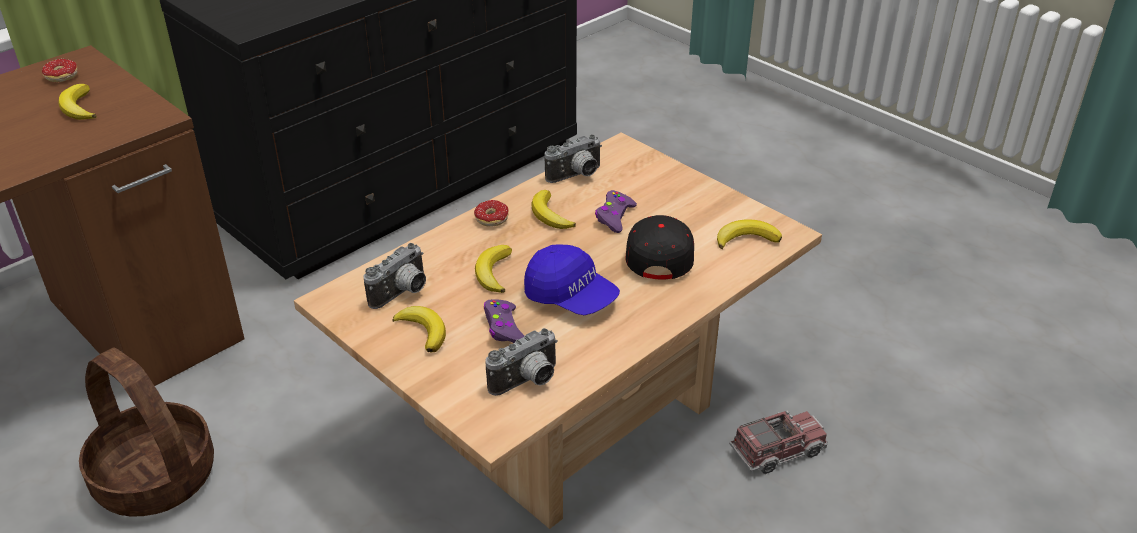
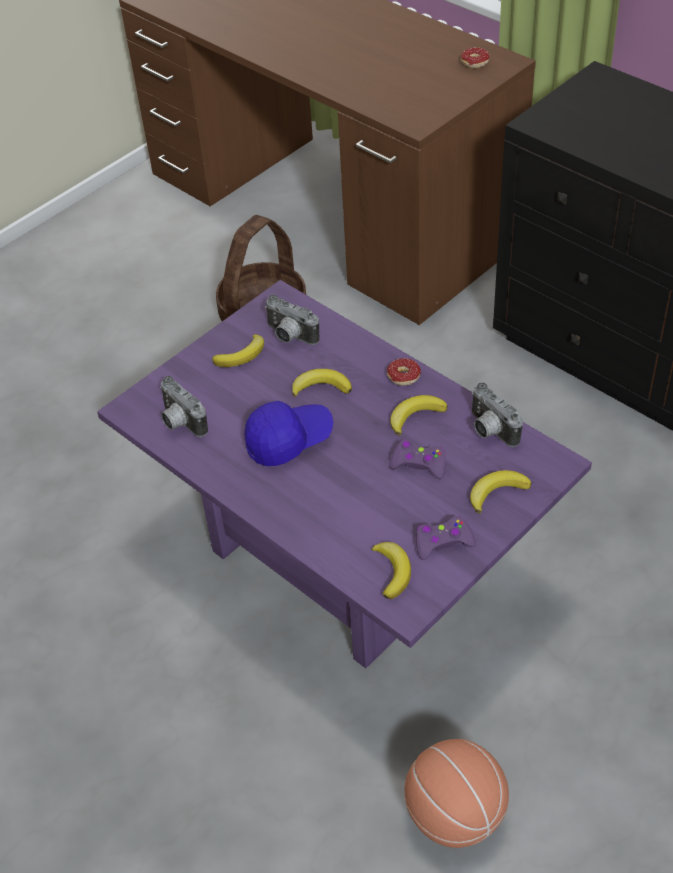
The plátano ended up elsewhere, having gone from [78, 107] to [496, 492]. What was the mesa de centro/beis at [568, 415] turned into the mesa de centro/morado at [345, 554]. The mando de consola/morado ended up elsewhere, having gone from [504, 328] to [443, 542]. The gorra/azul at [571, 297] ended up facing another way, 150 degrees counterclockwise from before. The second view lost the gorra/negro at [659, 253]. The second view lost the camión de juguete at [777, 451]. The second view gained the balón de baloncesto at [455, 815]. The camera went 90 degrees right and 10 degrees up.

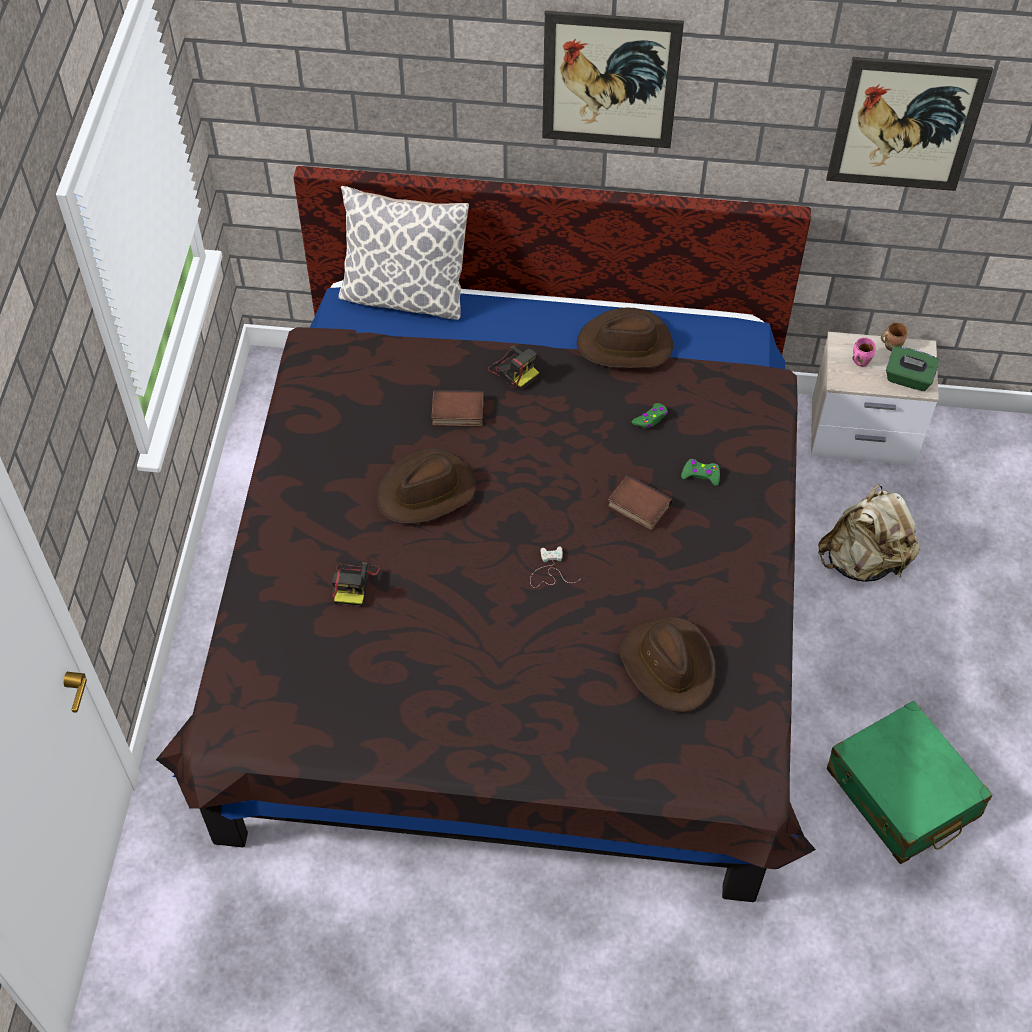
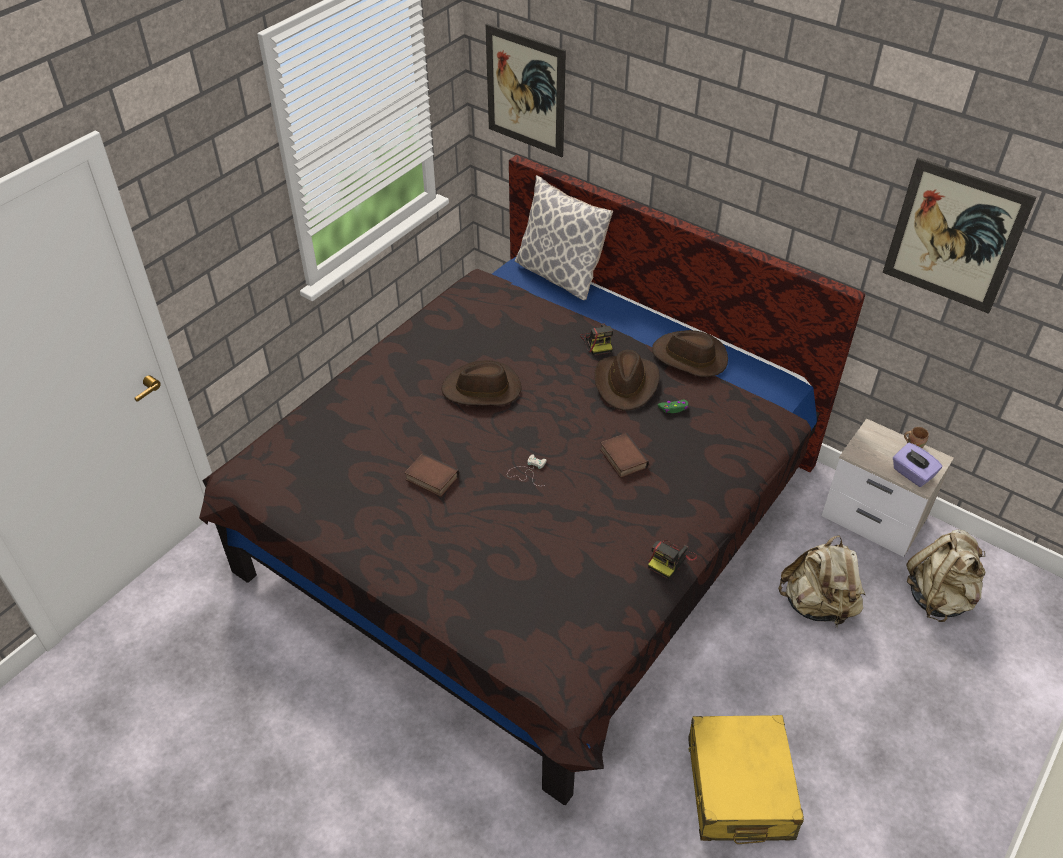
The cámara ended up elsewhere, having gone from [354, 584] to [670, 560]. The libro ended up elsewhere, having gone from [457, 413] to [430, 479]. The cuadro ended up elsewhere, having gone from [610, 80] to [525, 91]. The sombrero/marrón ended up elsewhere, having gone from [668, 665] to [626, 383]. The second view lost the mando de consola/verde at [701, 475]. What was the maleta/verde at [902, 793] turned into the maleta/amarillo at [739, 788]. The second view lost the taza grande/rosa at [859, 360]. What was the caja de pañuelos/verde at [908, 379] turned into the caja de pañuelos/morado at [912, 474]. The second view gained the mochila/beis at [939, 596]. The camera went 30 degrees right and 10 degrees down.

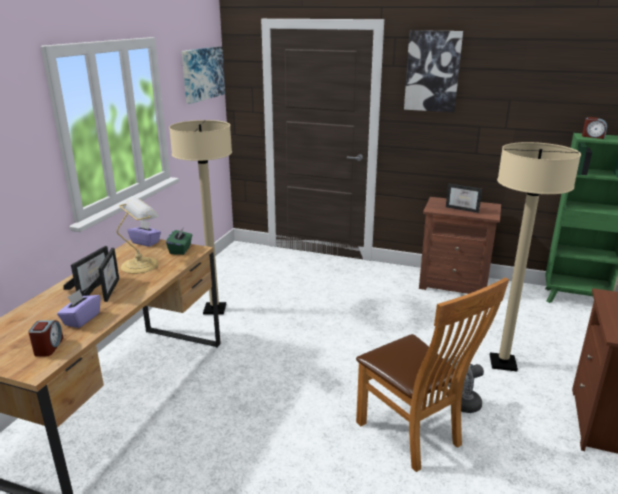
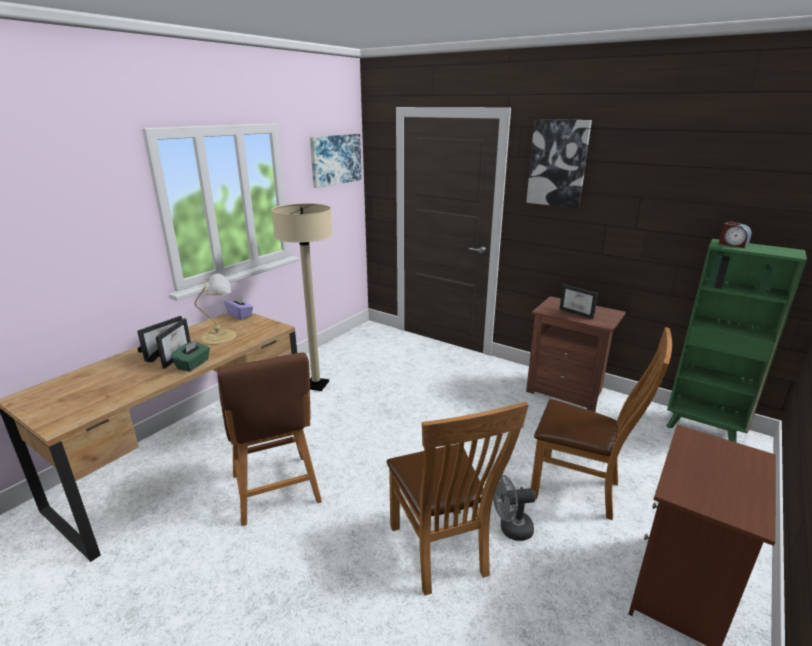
The second view lost the despertador at [48, 347]. The second view lost the caja de pañuelos/morado at [81, 319]. The caja de pañuelos/verde ended up elsewhere, having gone from [180, 250] to [193, 364]. Where the lámpara de pie/beis stood at [503, 363], the silla/marrón came to stand at [581, 489]. The second view gained the taburete/marrón at [276, 492]. The camera went 15 degrees right and 0 degrees up.

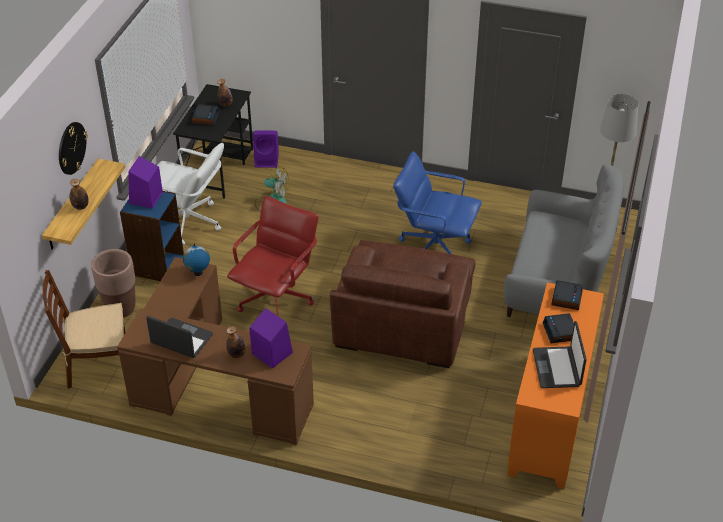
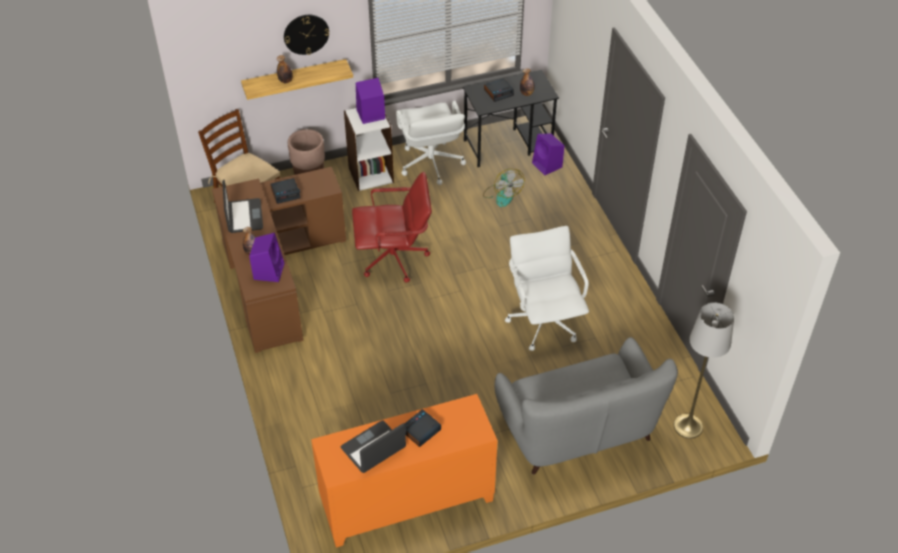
What was the estantería/azul at [157, 265] turned into the estantería/blanco at [371, 174]. The second view lost the globo terráqueo at [198, 273]. The second view lost the sillón/marrón at [403, 321]. What was the silla de oficina/azul at [434, 248] turned into the silla de oficina/blanco at [544, 322]. The despertador ended up elsewhere, having gone from [566, 298] to [286, 193]. The camera went 55 degrees right and 5 degrees up.

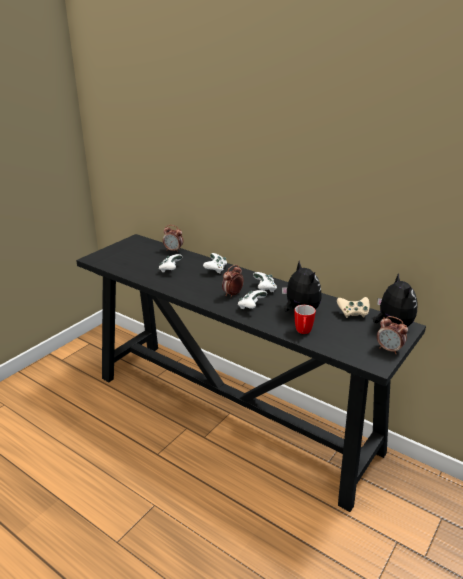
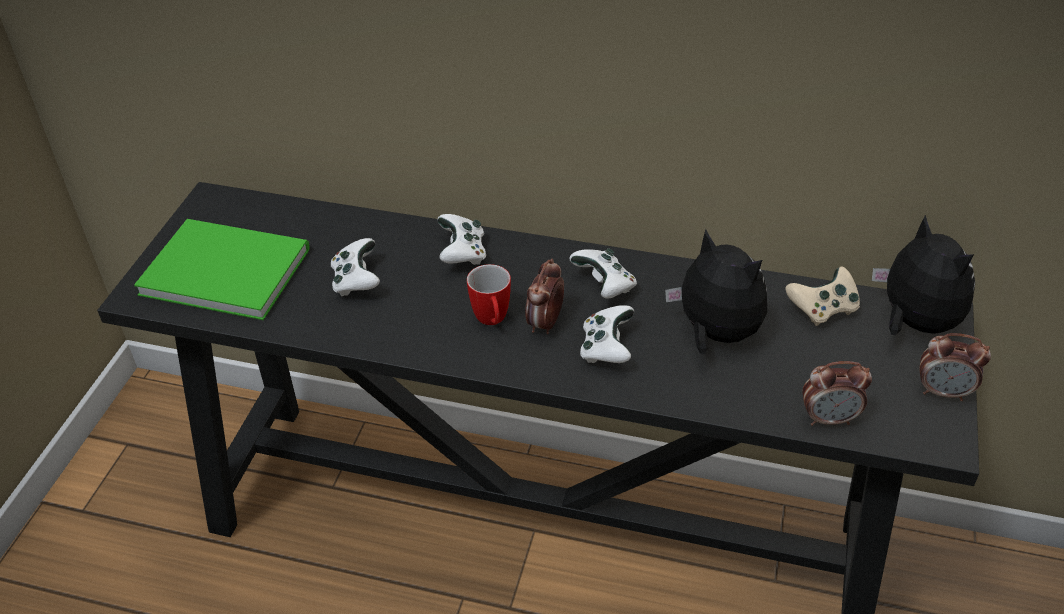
The despertador ended up elsewhere, having gone from [173, 250] to [829, 418]. The taza grande ended up elsewhere, having gone from [303, 332] to [492, 322]. The second view gained the libro/verde at [223, 268]. The camera went 20 degrees left and 15 degrees up.

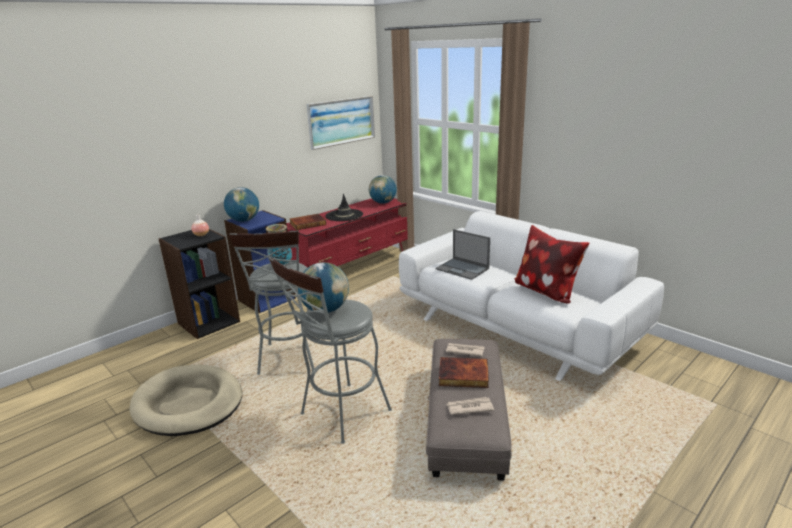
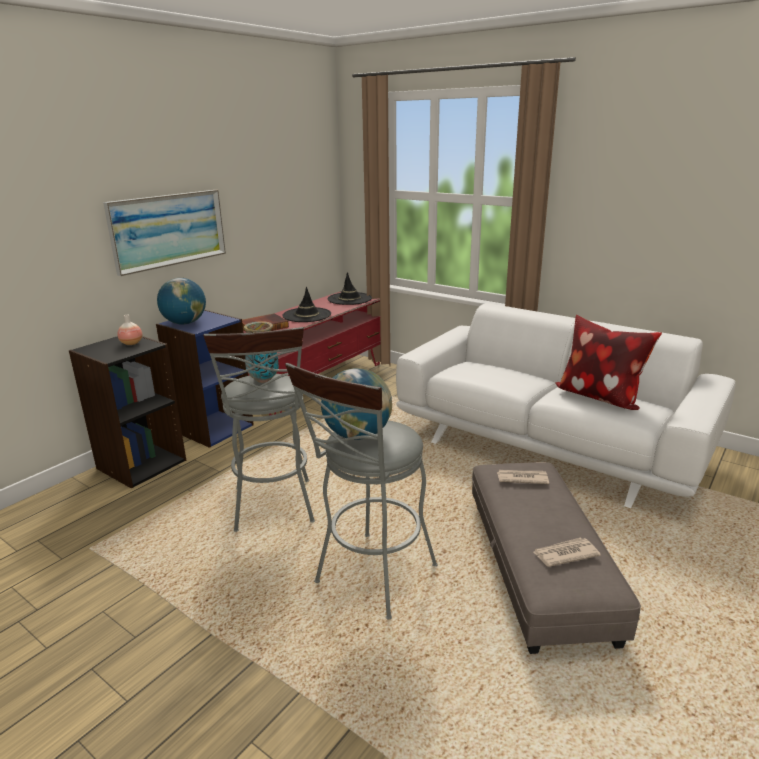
The second view lost the cama para perro/beis at [188, 404]. The cuadro ended up elsewhere, having gone from [341, 121] to [168, 230]. Where the globo terráqueo stood at [383, 203], the sombrero/negro came to stand at [349, 299]. The second view lost the portátil at [463, 269]. The second view lost the libro at [463, 376]. The camera went 10 degrees left and 0 degrees up.

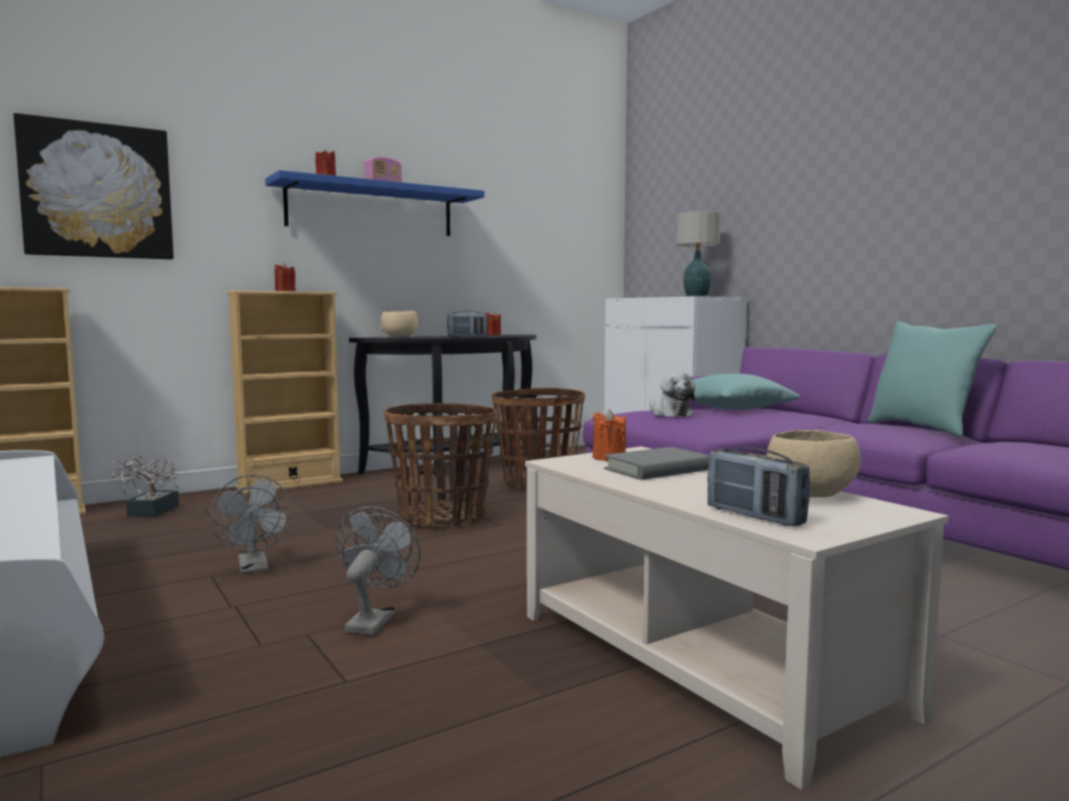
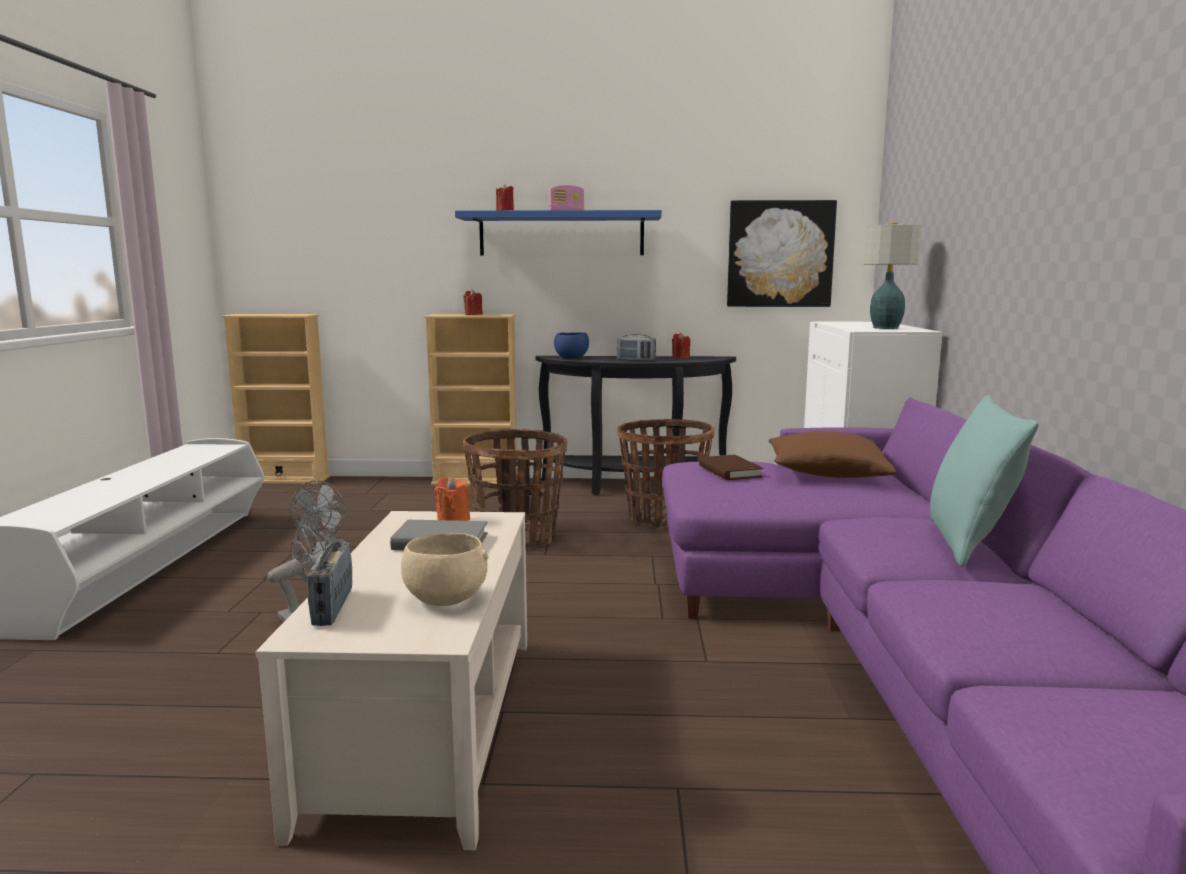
The cuadro ended up elsewhere, having gone from [97, 191] to [780, 254]. The second view lost the planta en maceta at [149, 512]. What was the cuenco/beis at [400, 337] turned into the cuenco/azul at [571, 358]. Where the peluche stood at [670, 413], the libro/marrón came to stand at [729, 471]. What was the cojín/turquesa at [730, 408] turned into the cojín/marrón at [826, 473]. The camera went 35 degrees right and 5 degrees up.

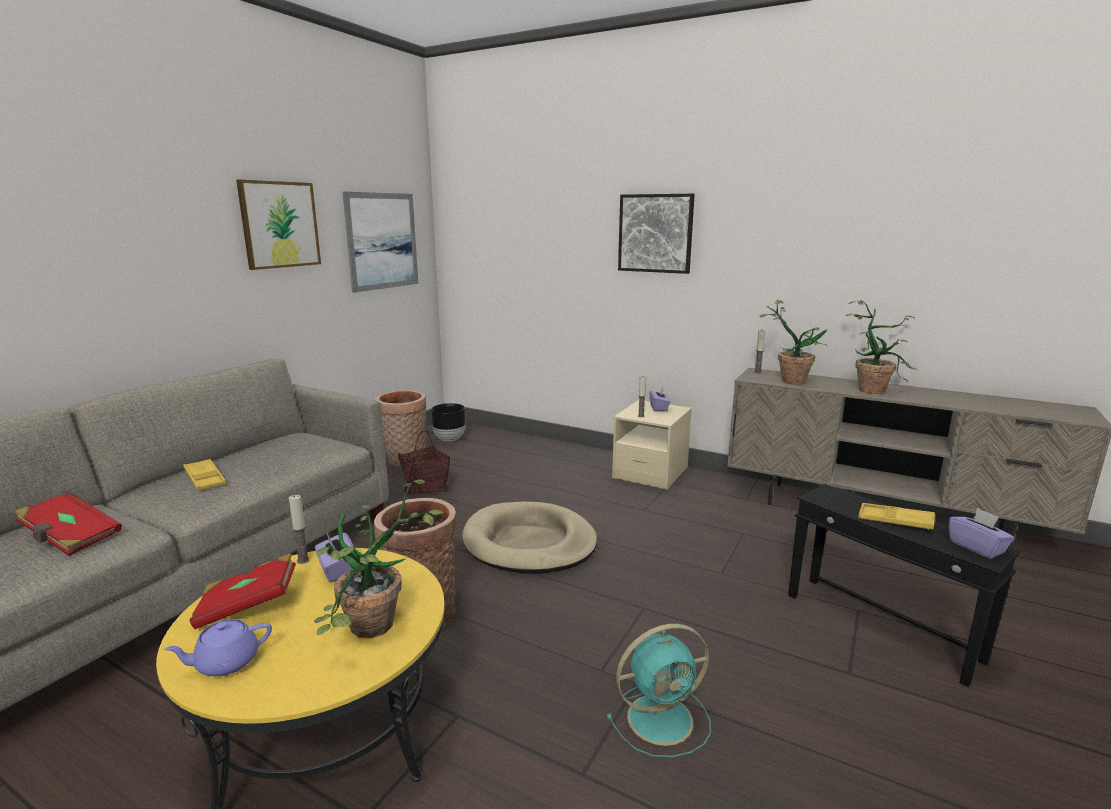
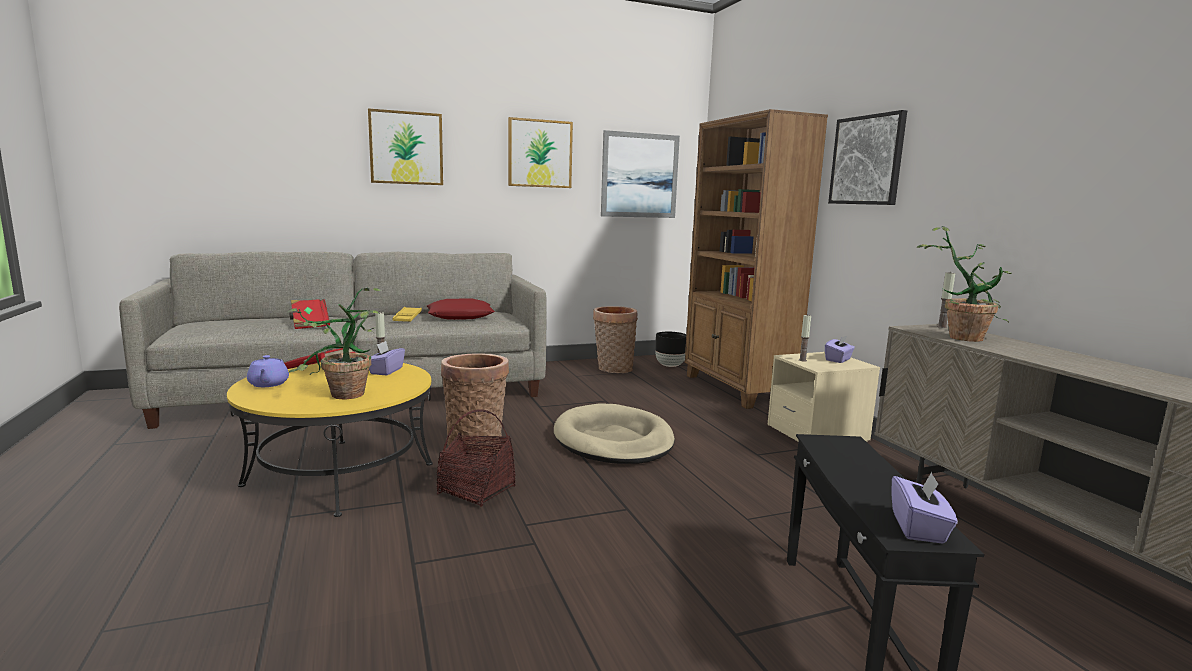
The tetera/morado at [225, 663] ended up facing another way, 120 degrees counterclockwise from before. The cesta ended up elsewhere, having gone from [426, 487] to [477, 490]. The second view lost the ventilador/turquesa at [663, 718]. The second view lost the planta en maceta at [873, 389]. The second view lost the bandeja/amarillo at [895, 521]. The second view gained the cuadro at [406, 148]. The second view gained the cojín/rojo at [460, 316]. The second view gained the estantería/marrón at [737, 389]. The camera went 40 degrees right and 5 degrees down.

